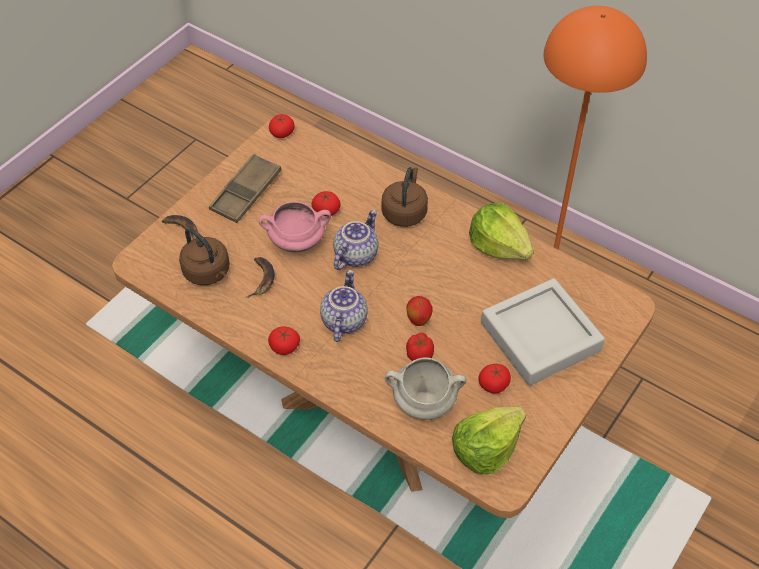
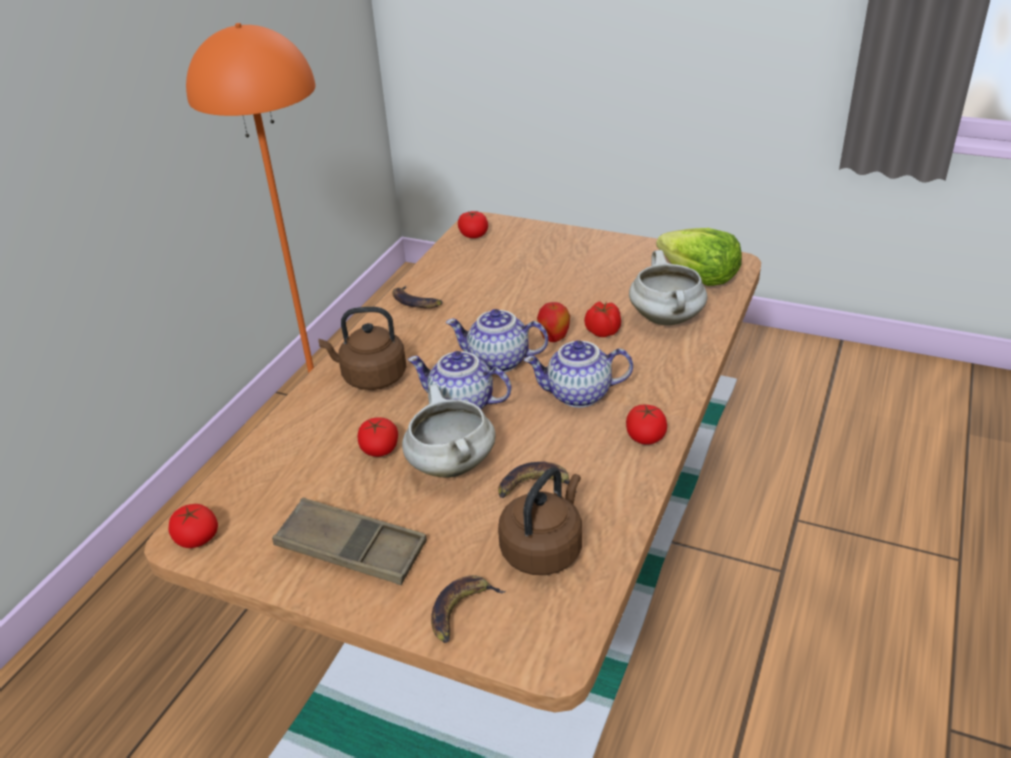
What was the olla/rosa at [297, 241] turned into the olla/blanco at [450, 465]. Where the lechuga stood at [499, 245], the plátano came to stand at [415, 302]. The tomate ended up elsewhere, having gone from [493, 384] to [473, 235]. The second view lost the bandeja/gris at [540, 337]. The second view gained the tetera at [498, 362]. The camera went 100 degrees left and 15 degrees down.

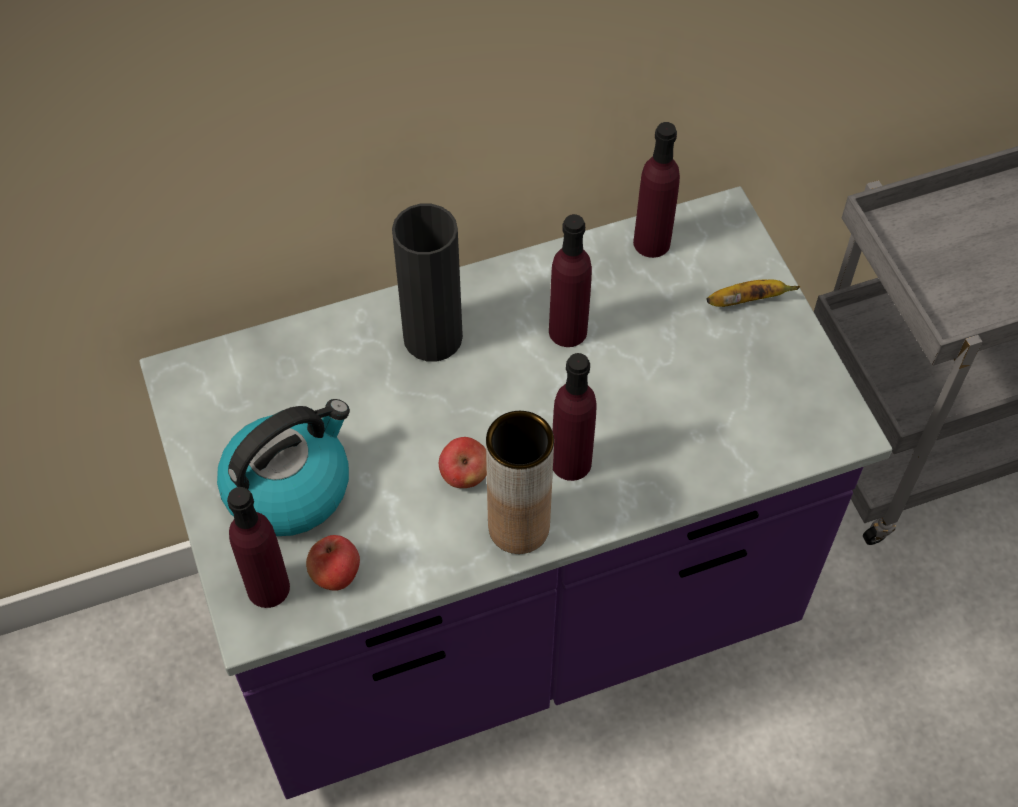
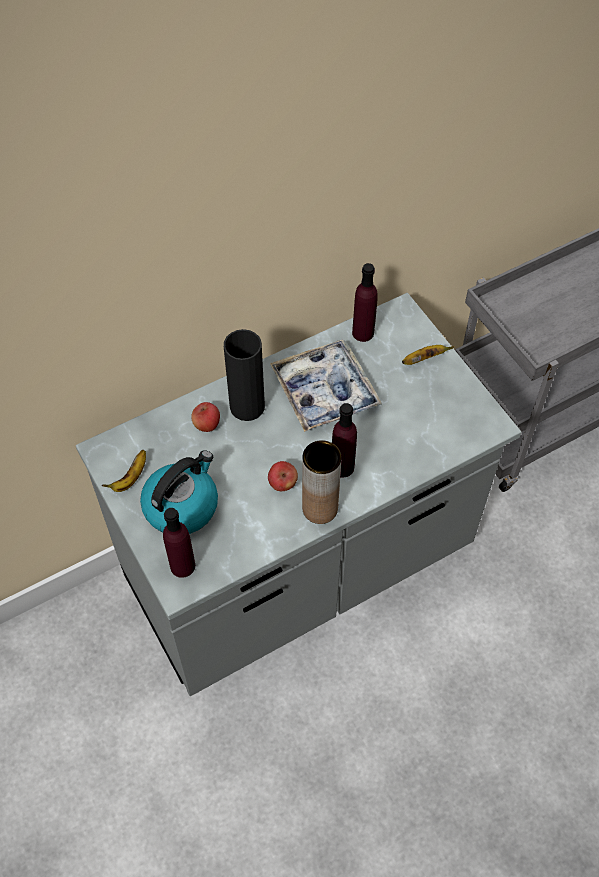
What was the mueble bajo de cocina/morado at [509, 618] turned into the mueble bajo de cocina/gris at [299, 568]. The manzana ended up elsewhere, having gone from [335, 574] to [207, 424]. Where the botella/morado stood at [568, 331], the bandeja came to stand at [325, 391]. The second view gained the plátano at [130, 478]. The camera went 10 degrees left and 0 degrees up.

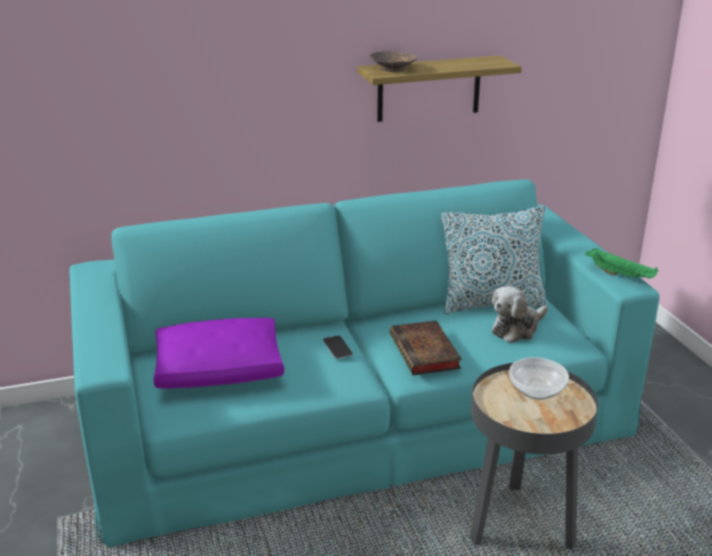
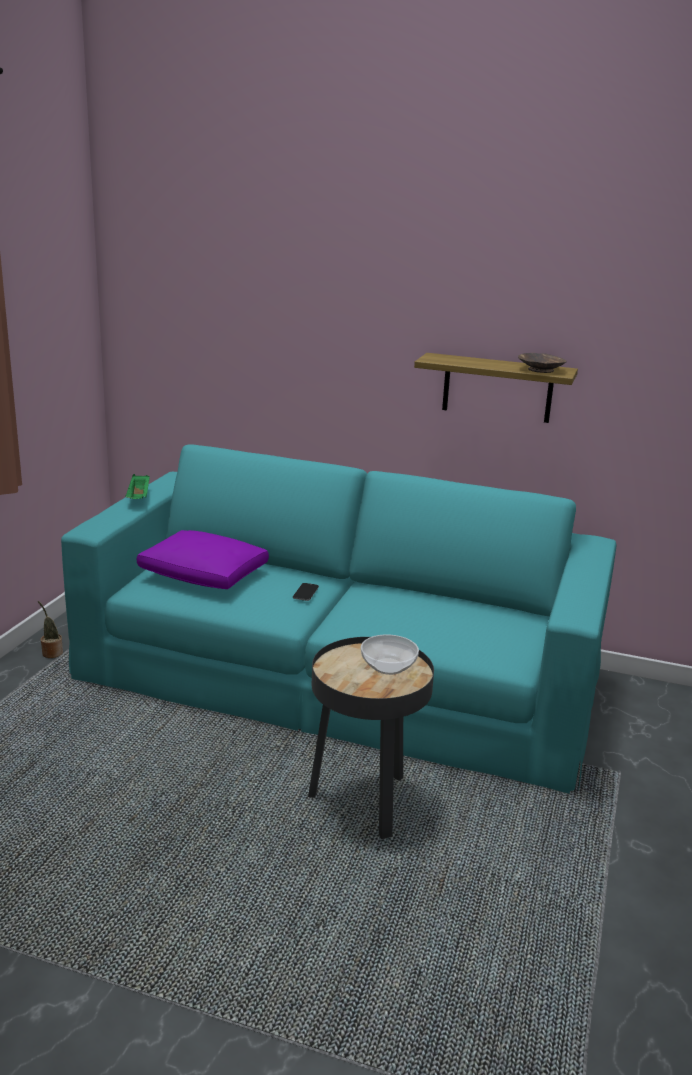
The cuenco/marrón ended up elsewhere, having gone from [393, 68] to [540, 370]. The second view lost the libro at [426, 353]. The second view lost the cojín at [491, 303]. The second view lost the peluche at [517, 328]. The bandeja/verde ended up elsewhere, having gone from [620, 275] to [139, 498]. The second view gained the planta en maceta at [51, 652]. The camera went 35 degrees right and 5 degrees down.

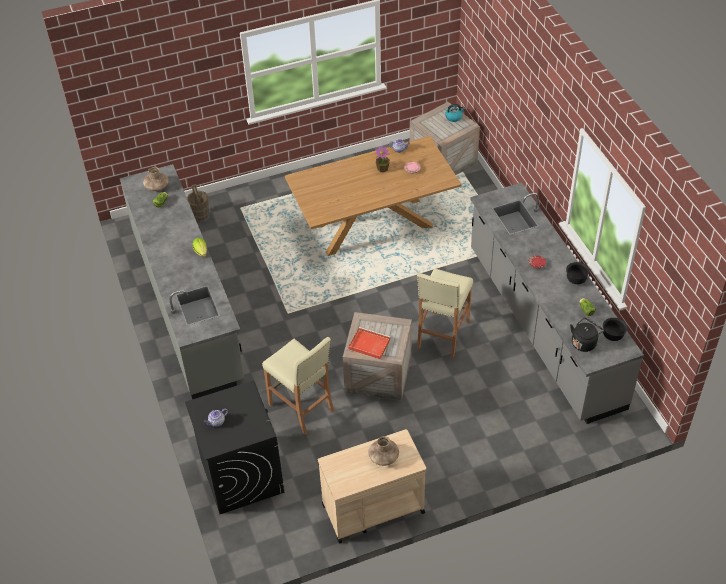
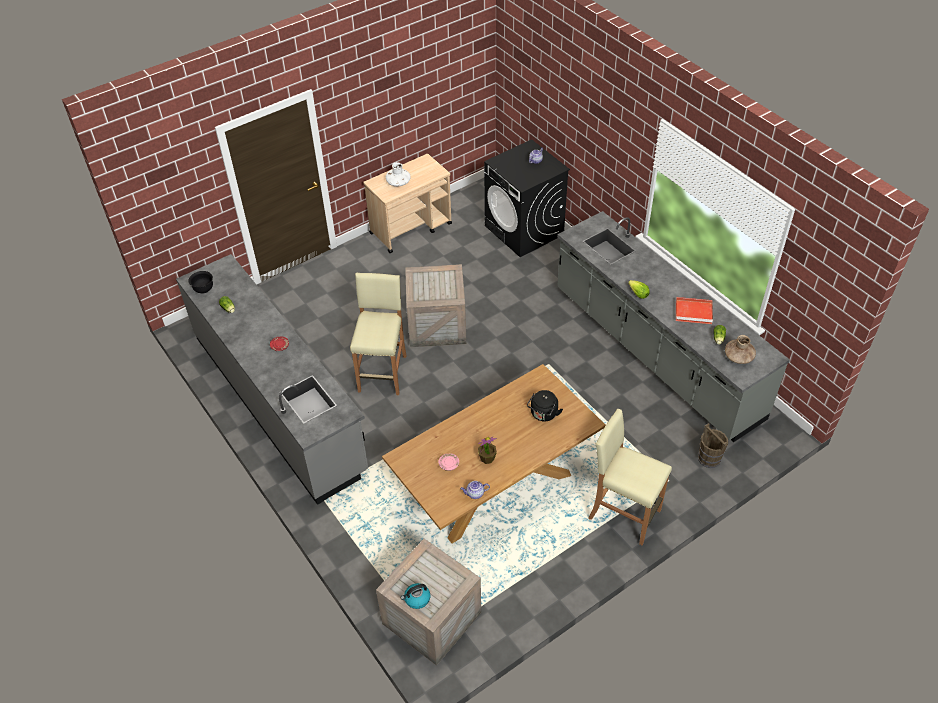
The taburete/beis ended up elsewhere, having gone from [302, 408] to [623, 514]. The bandeja/rojo ended up elsewhere, having gone from [368, 344] to [694, 312]. What was the florero/marrón at [383, 457] turned into the florero/blanco at [398, 182]. The second view lost the cuenco/negro at [576, 280]. The hervidor/negro ended up elsewhere, having gone from [584, 342] to [543, 414]. The camera went 165 degrees right and 0 degrees up.

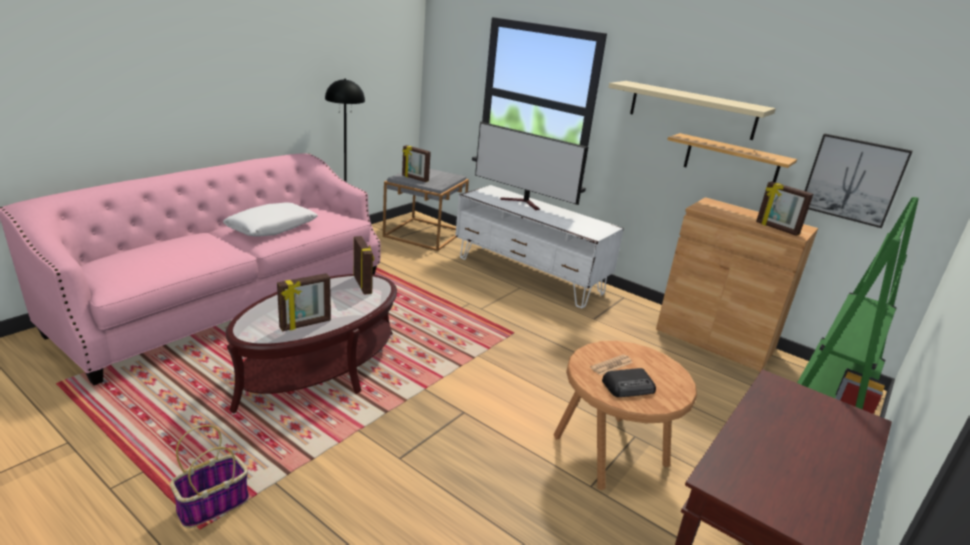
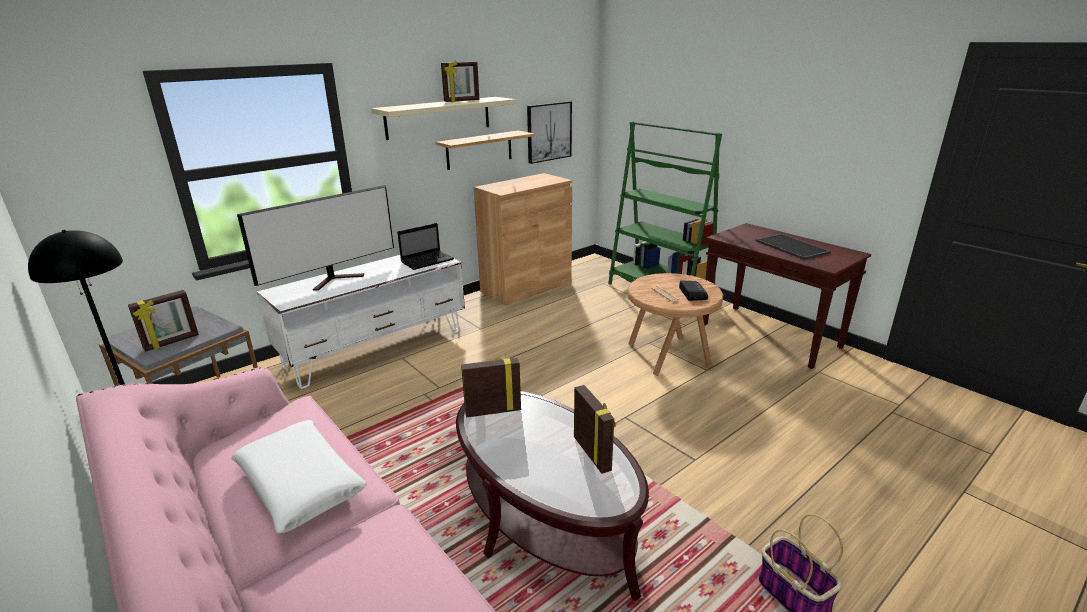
The portarretratos ended up elsewhere, having gone from [776, 228] to [462, 101]. The second view gained the portátil at [428, 260]. The second view gained the bandeja at [793, 247]. The camera went 75 degrees left and 0 degrees up.

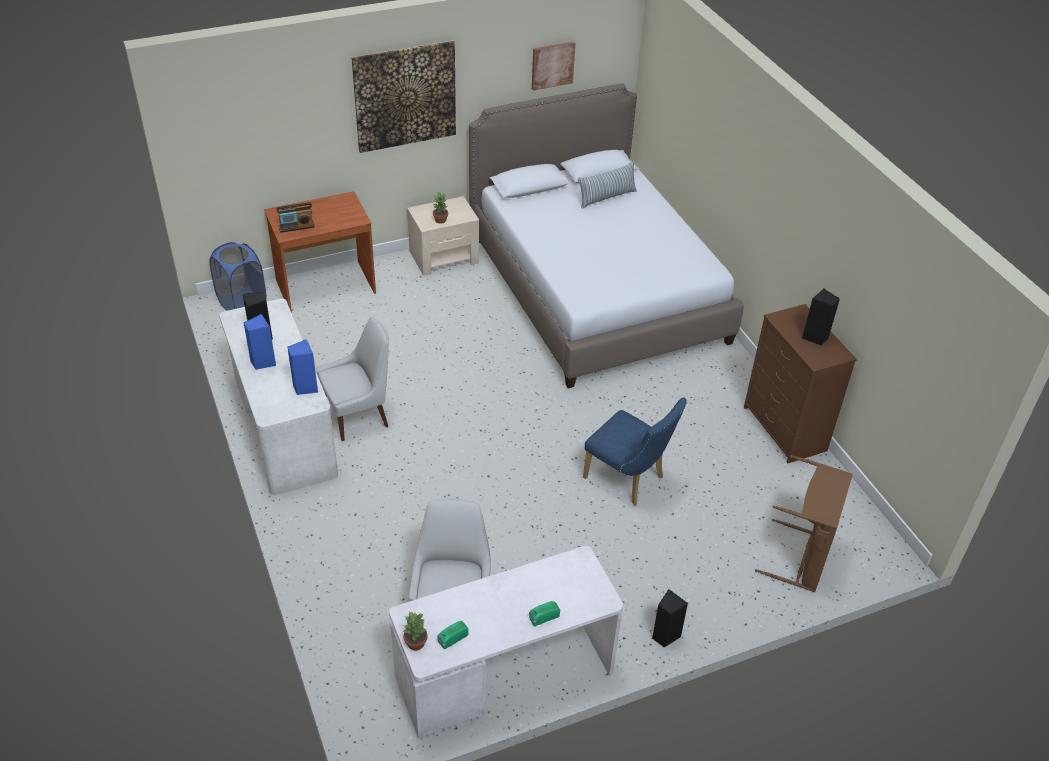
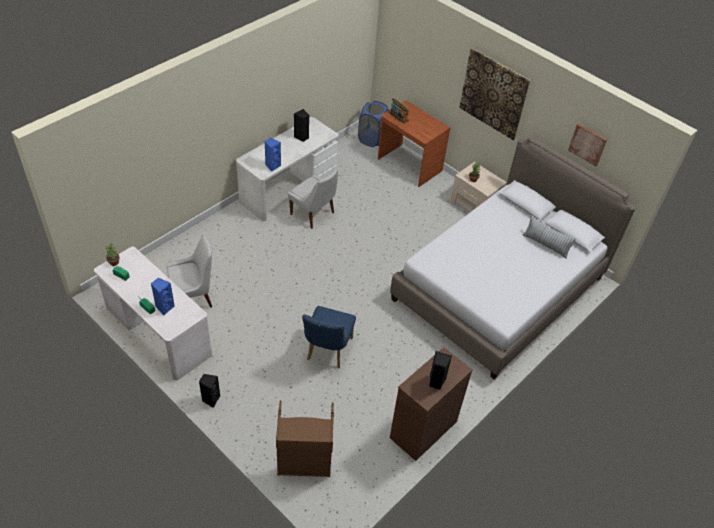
The altavoz/azul ended up elsewhere, having gone from [262, 362] to [164, 307]. The camera went 65 degrees right and 5 degrees up.

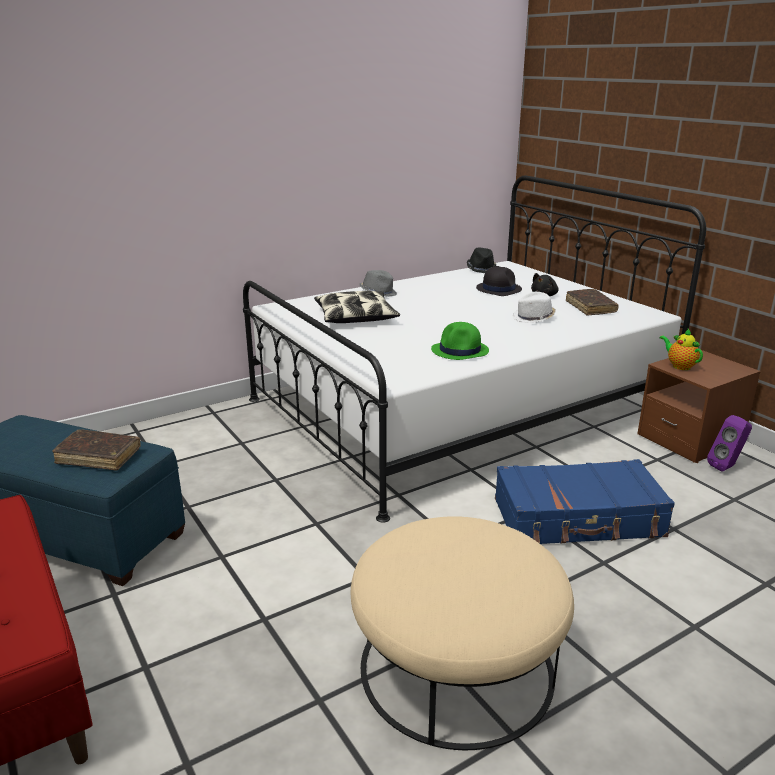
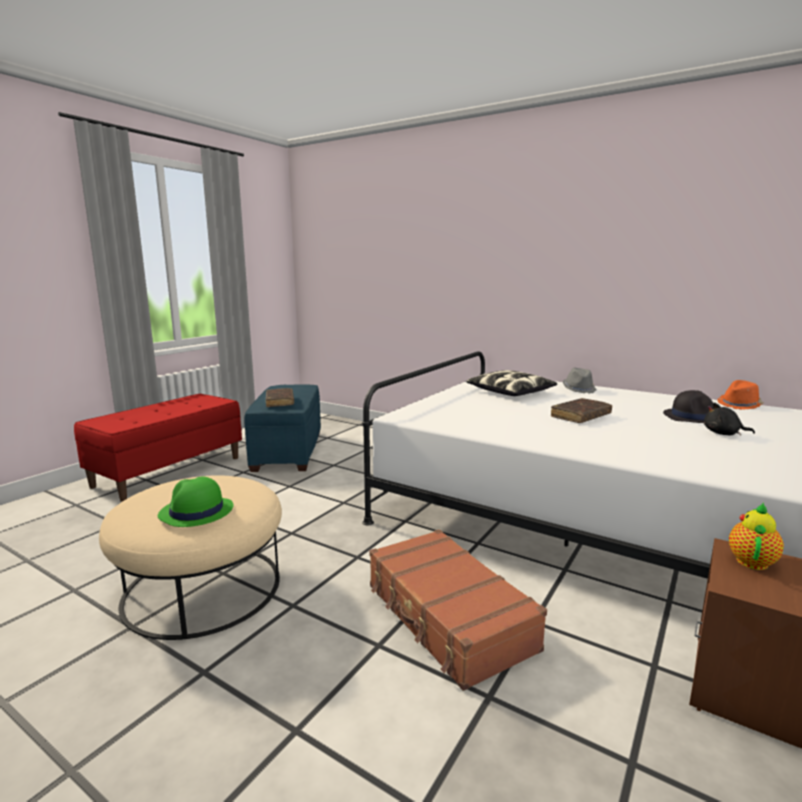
The sombrero/verde ended up elsewhere, having gone from [460, 351] to [196, 512]. What was the sombrero/negro at [481, 269] turned into the sombrero/naranja at [739, 405]. What was the maleta/azul at [578, 518] turned into the maleta/marrón at [447, 617]. The second view lost the sombrero/blanco at [534, 318]. The libro/marrón ended up elsewhere, having gone from [590, 307] to [580, 416]. The second view lost the altavoz/morado at [726, 467]. The camera went 65 degrees right and 10 degrees down.

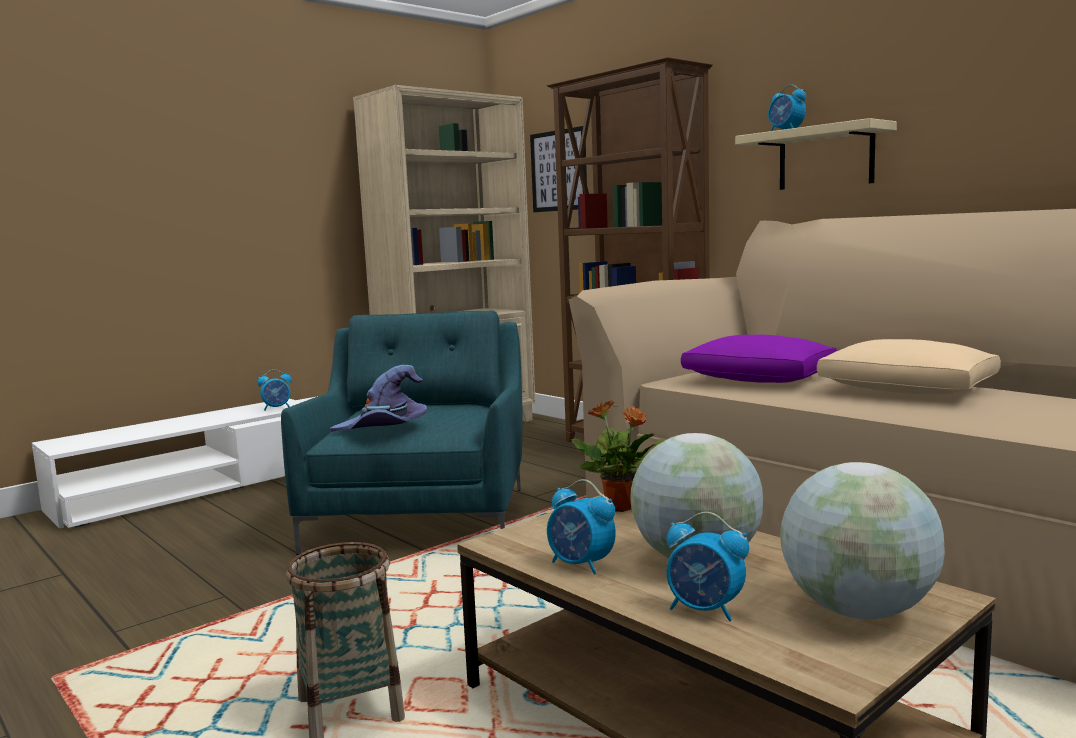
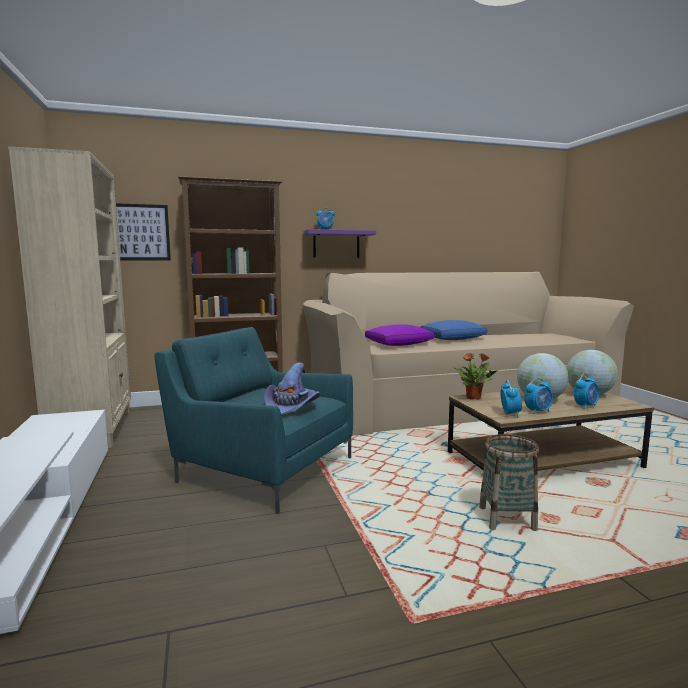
The despertador ended up elsewhere, having gone from [277, 408] to [510, 414]. What was the estante/beis at [825, 158] turned into the estante/morado at [336, 244]. What was the cojín/beis at [908, 390] turned into the cojín/azul at [453, 339]. The camera went 65 degrees left and 0 degrees up.

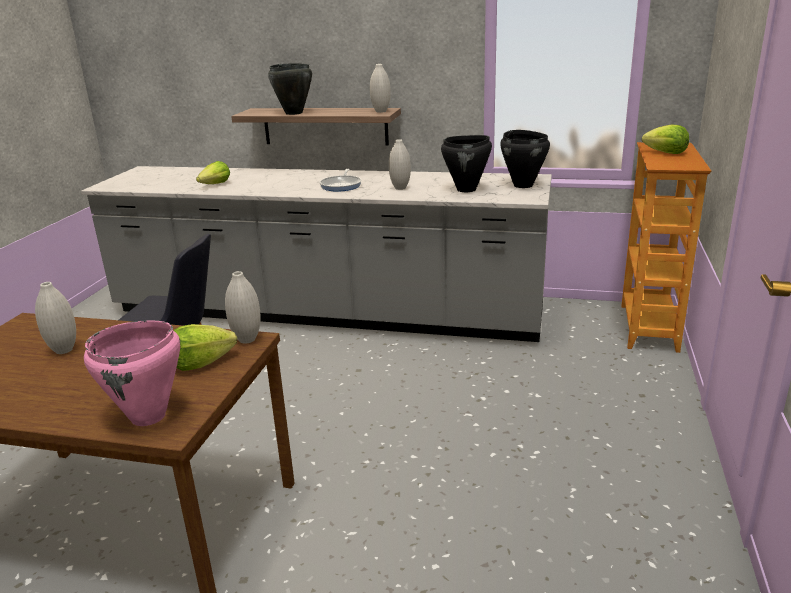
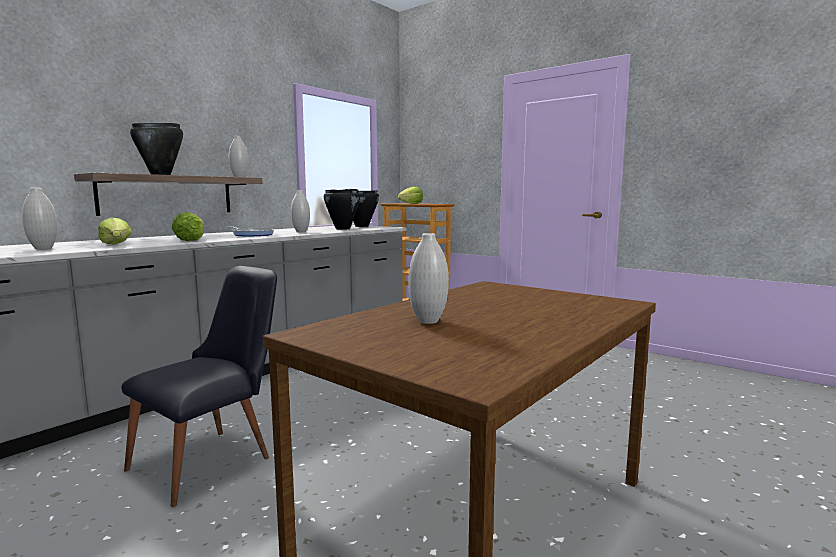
The second view lost the olla/rosa at [148, 416]. The lechuga ended up elsewhere, having gone from [202, 363] to [191, 240]. The florero/blanco ended up elsewhere, having gone from [247, 339] to [43, 248]. The camera went 65 degrees left and 15 degrees down.

